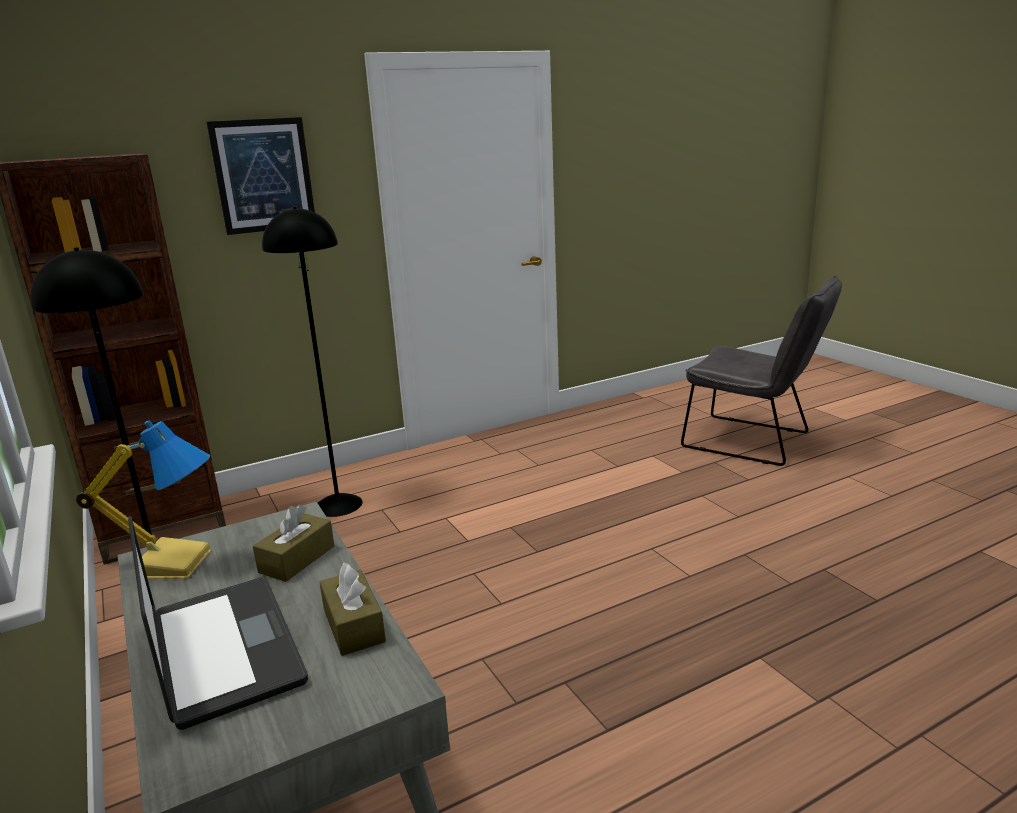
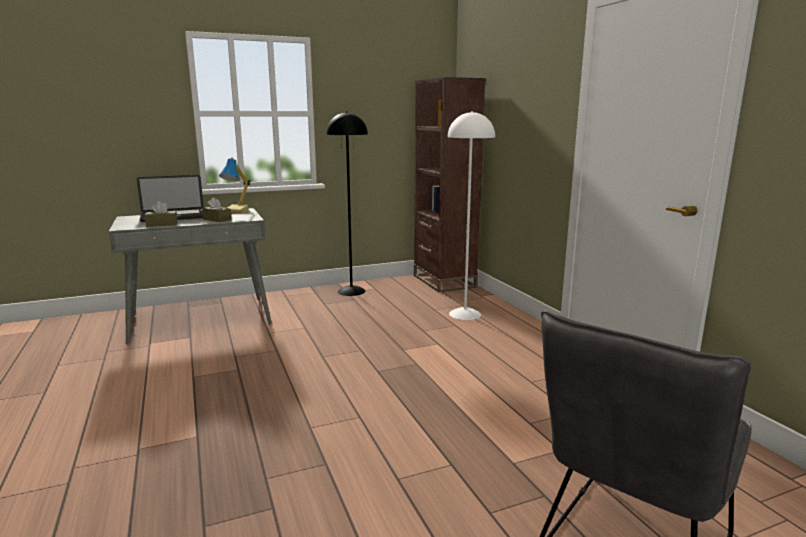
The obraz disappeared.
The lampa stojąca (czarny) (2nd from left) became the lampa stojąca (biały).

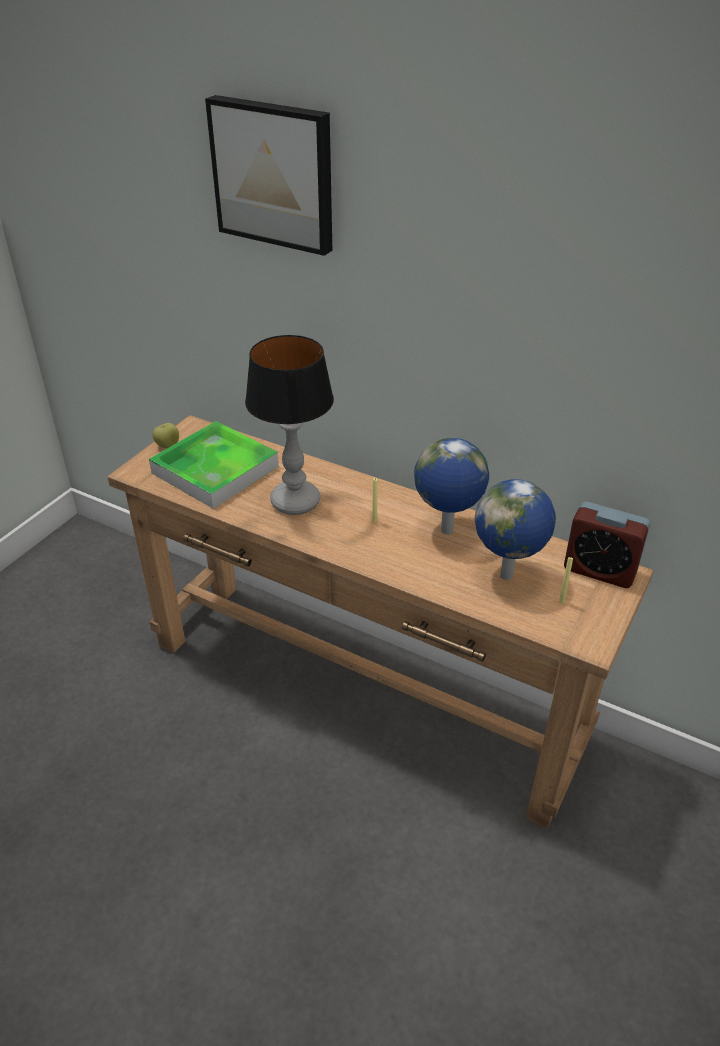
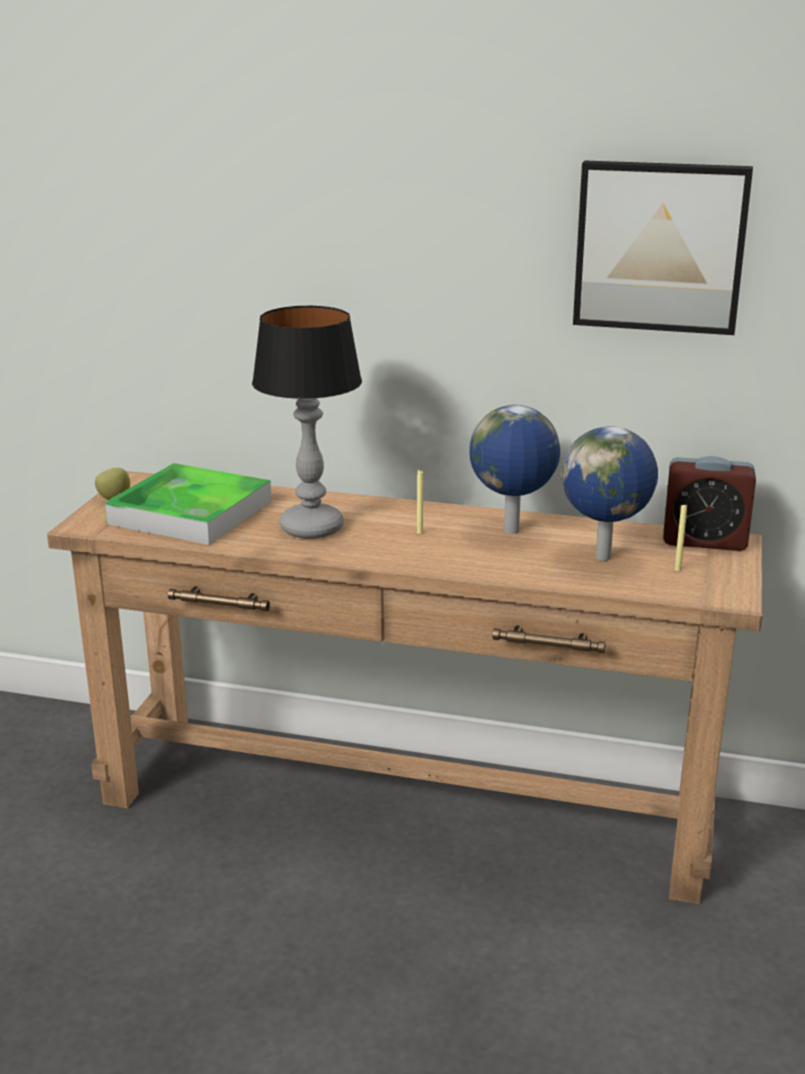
The obraz moved.

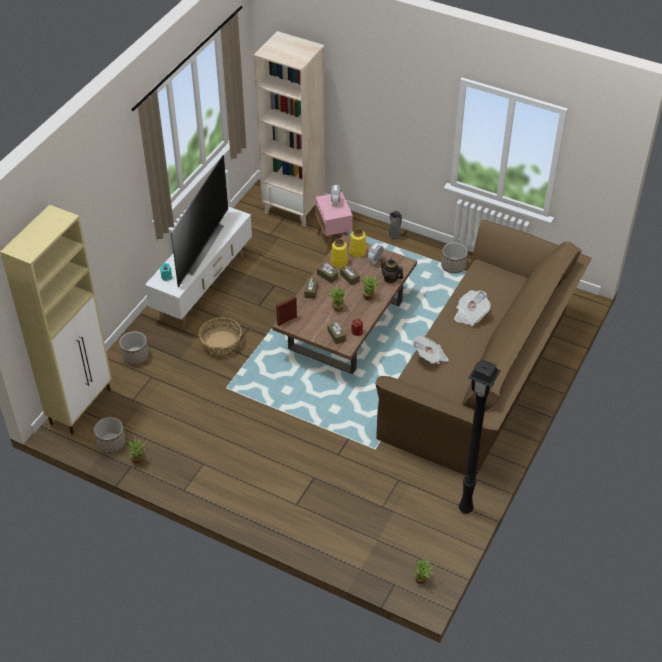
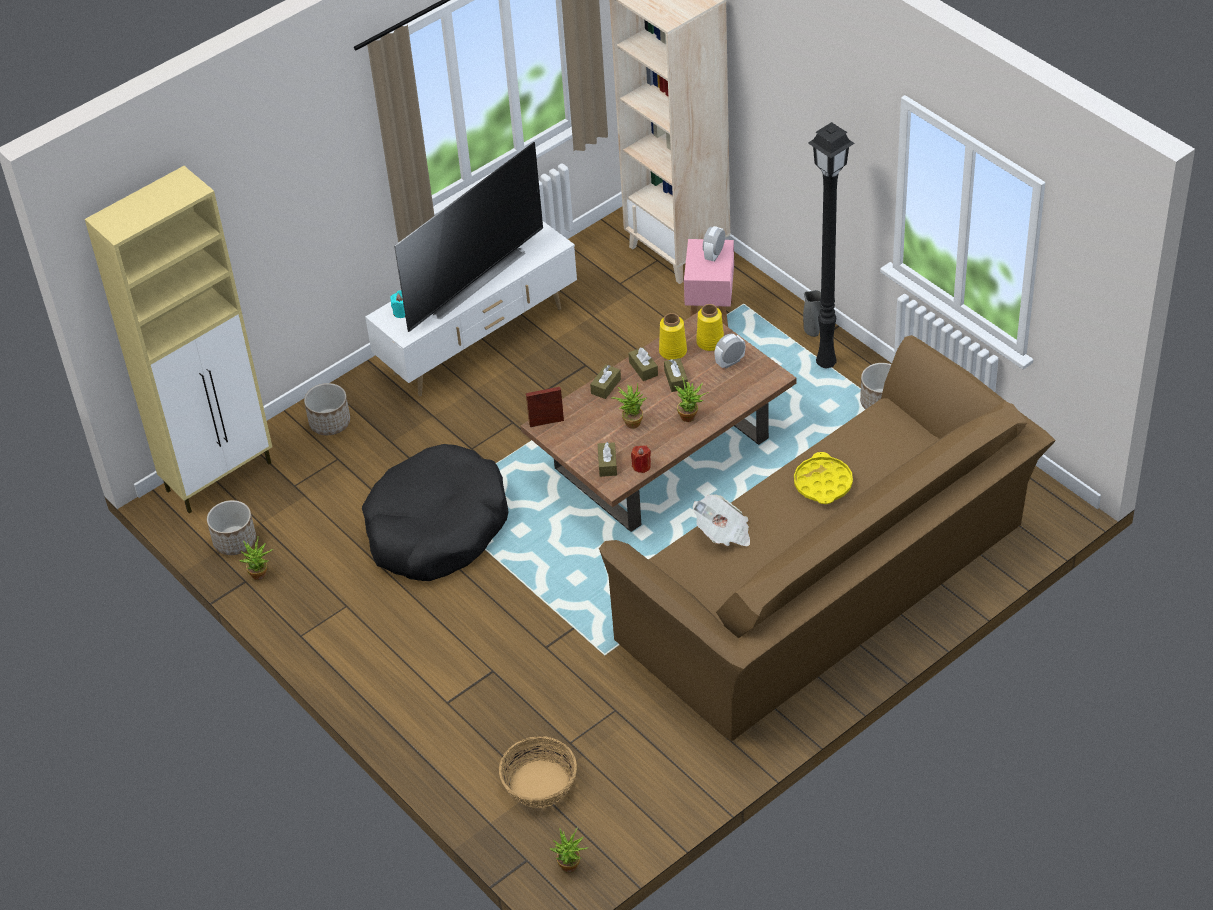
The imbryk disappeared.
The gazeta (2nd from left) was replaced by the taca (żółty).
The koszyk moved.
The lampa stojąca (czarny) moved.
The legowisko (czarny) appeared.

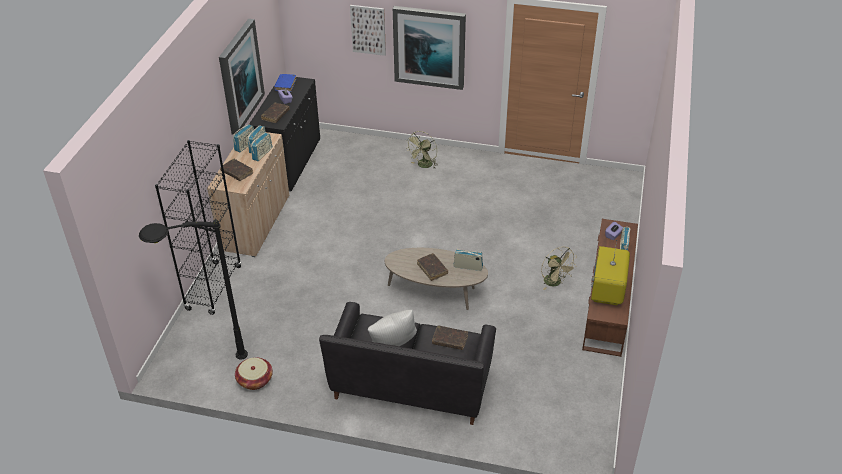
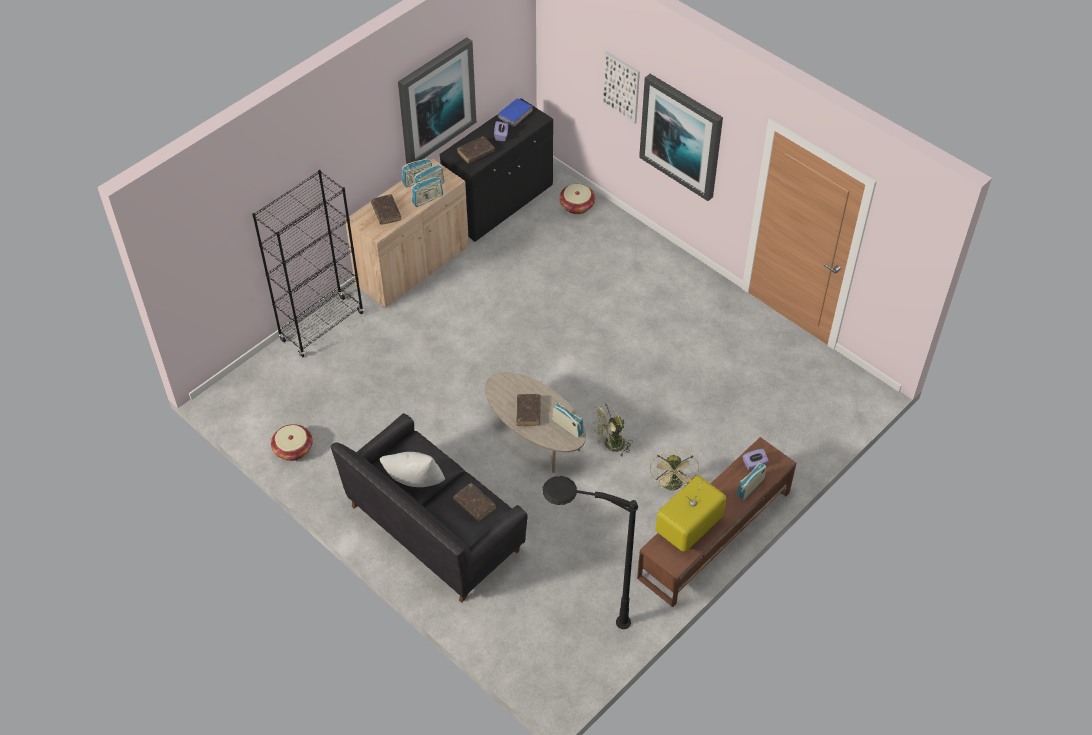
The wentylator (zielony) moved.
The lampa stojąca (czarny) moved.
The koszyk (2nd from left) appeared.

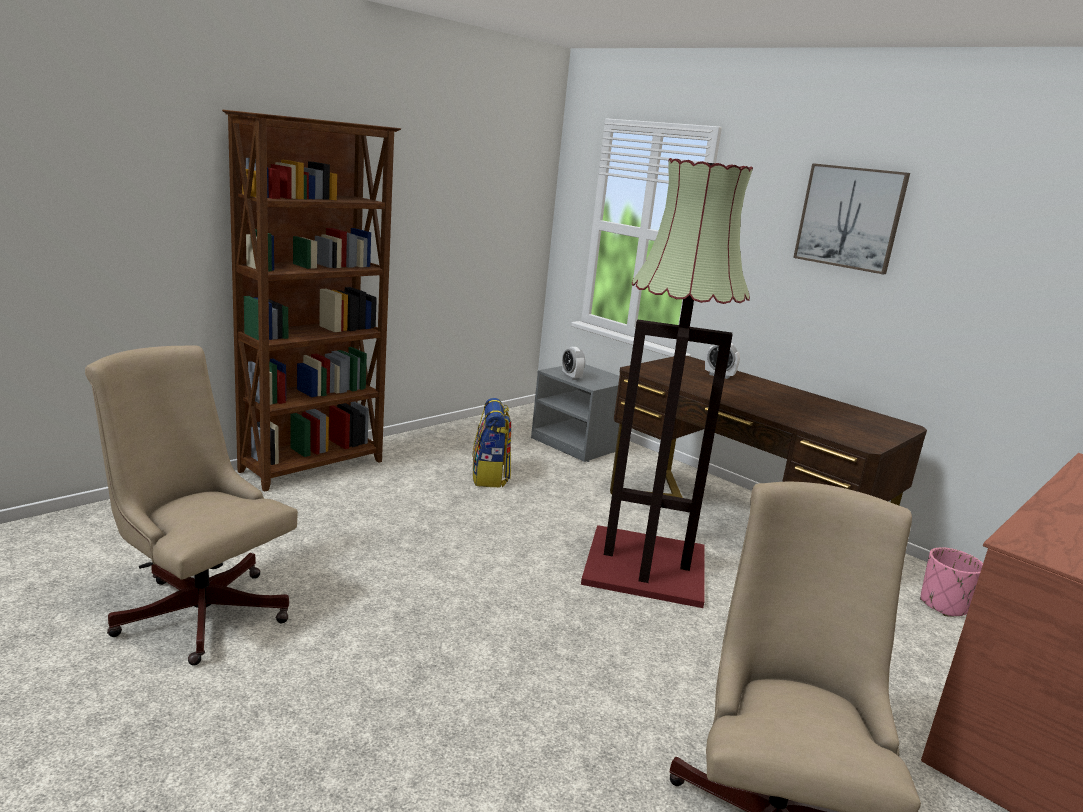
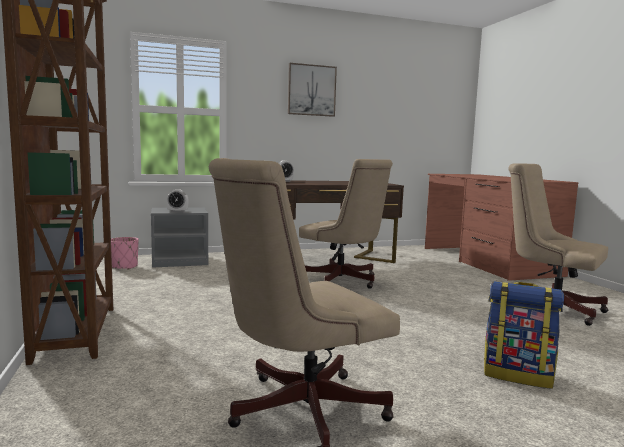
The lampa stojąca was replaced by the krzesło biurowe (beżowy) (2nd from left).
The plecak moved.
The donica (różowy) moved.

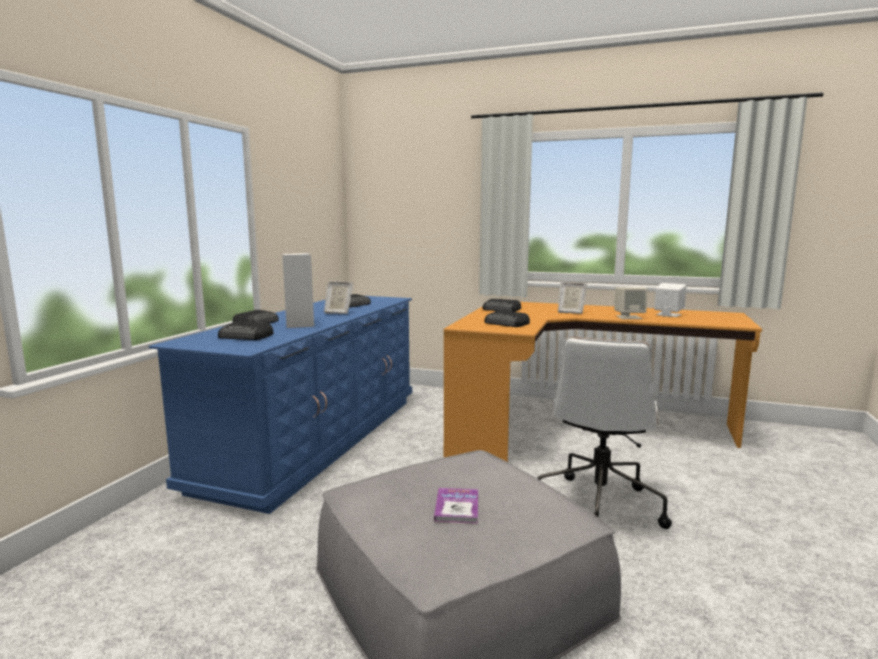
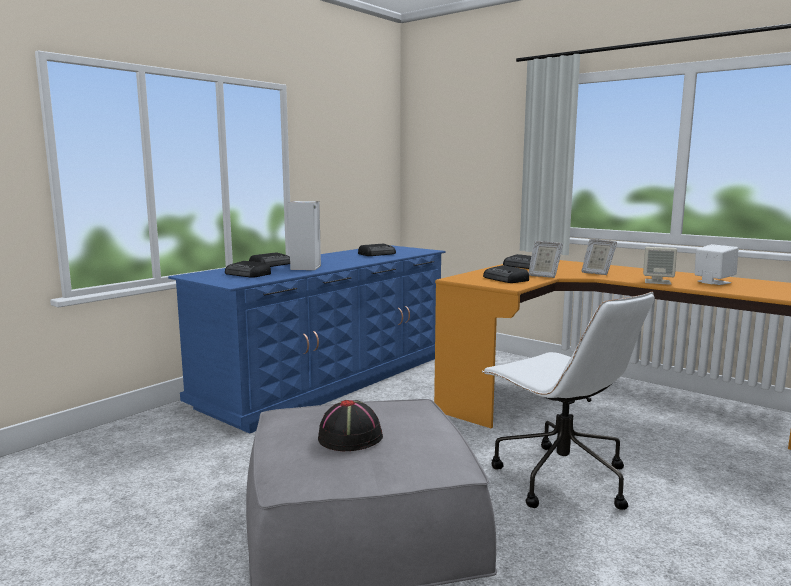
The ramka na zdjęcie (1st from left) moved.
The krzesło biurowe (biały) turned 75 degrees counterclockwise.
The książka was replaced by the kapelusz (czarny).

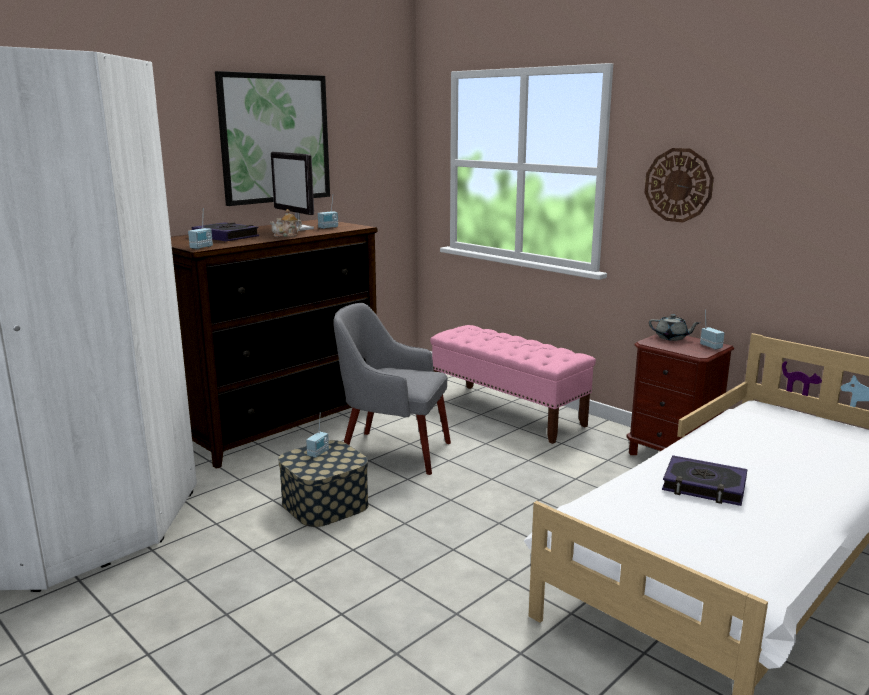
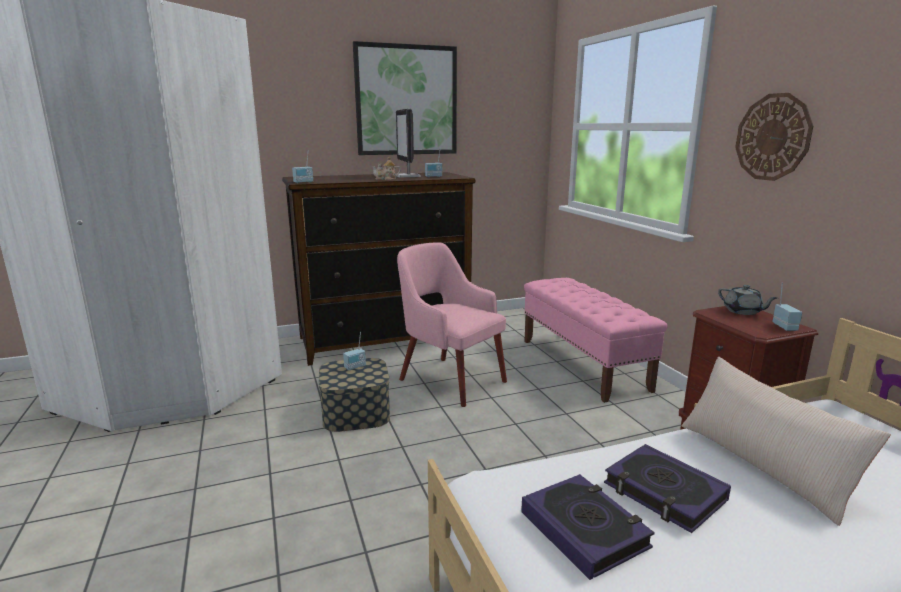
The książka (1st from left) moved.
The fotel (szary) became the fotel (różowy).
The poduszka (beżowy) appeared.

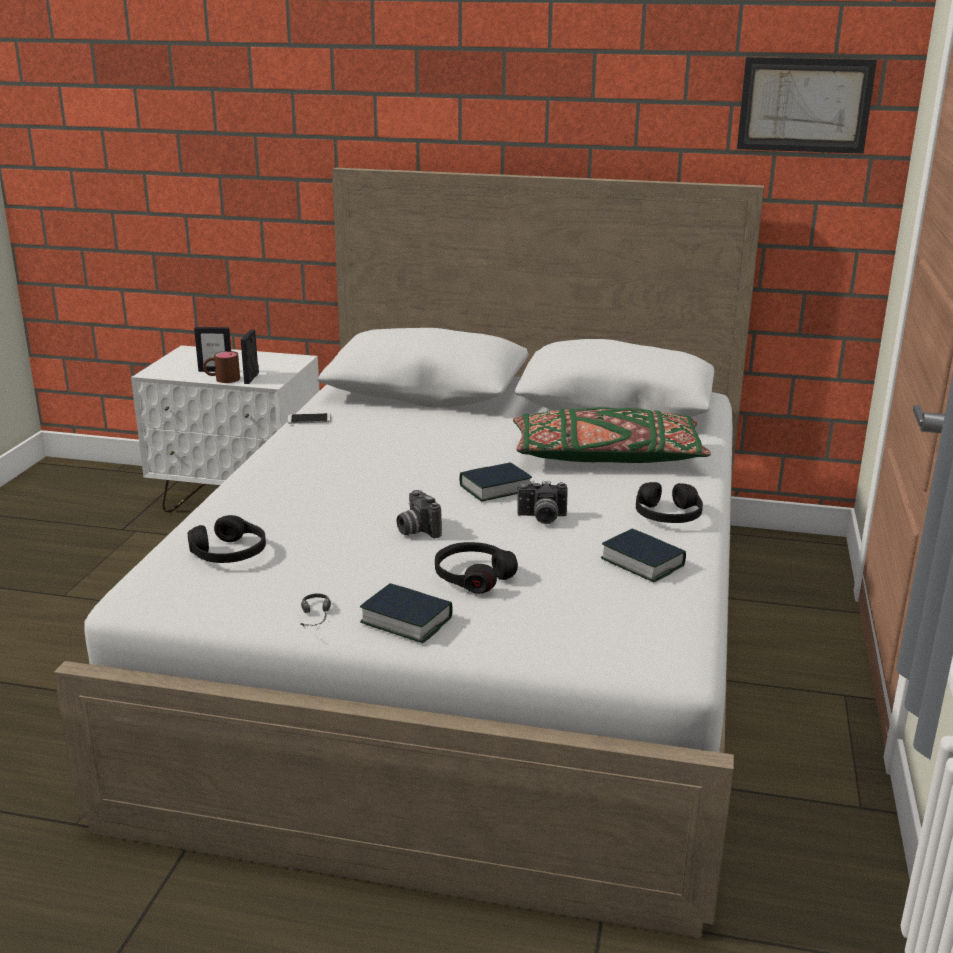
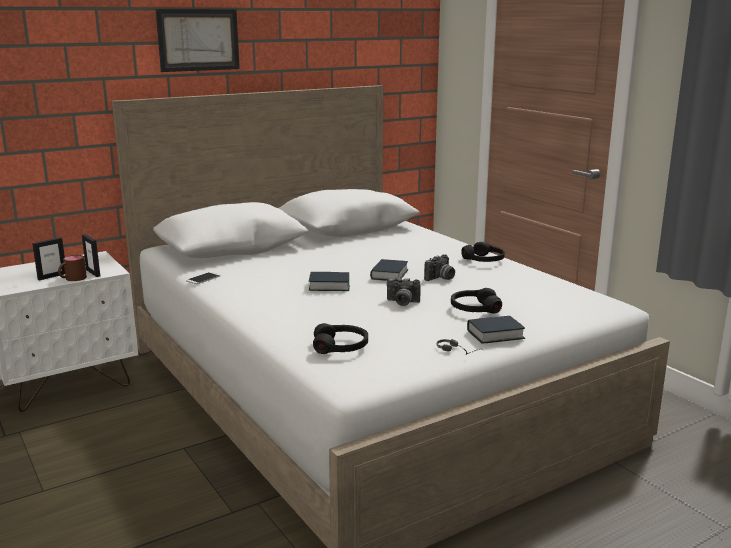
The obraz moved.
The poduszka (zielony) disappeared.
The książka (3rd from left in the first image) moved.

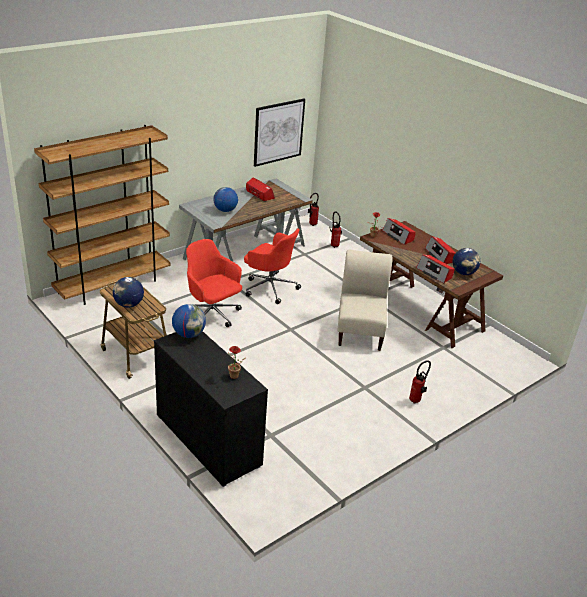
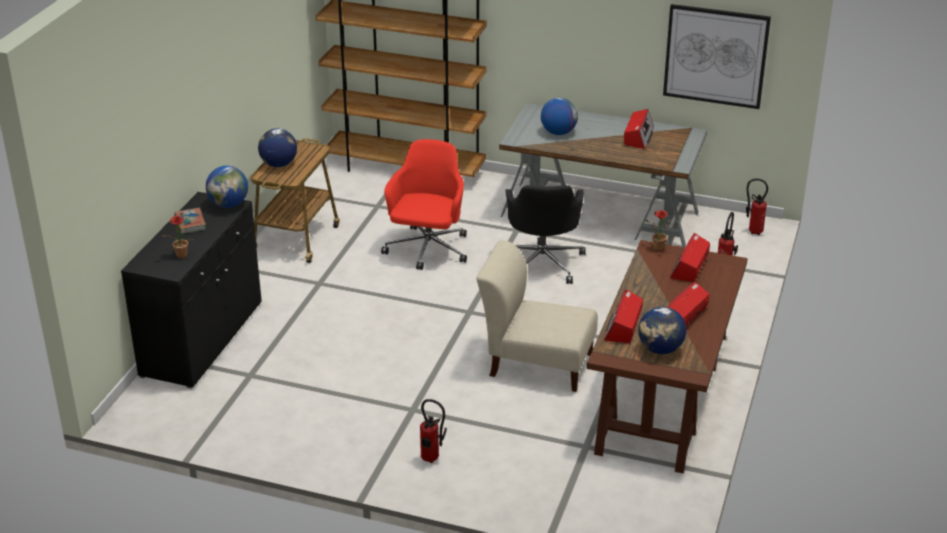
The krzesło biurowe (czerwony) (2nd from left) became the krzesło biurowe (czarny).
The krzesło (beżowy) turned 135 degrees counterclockwise.
The książka appeared.

